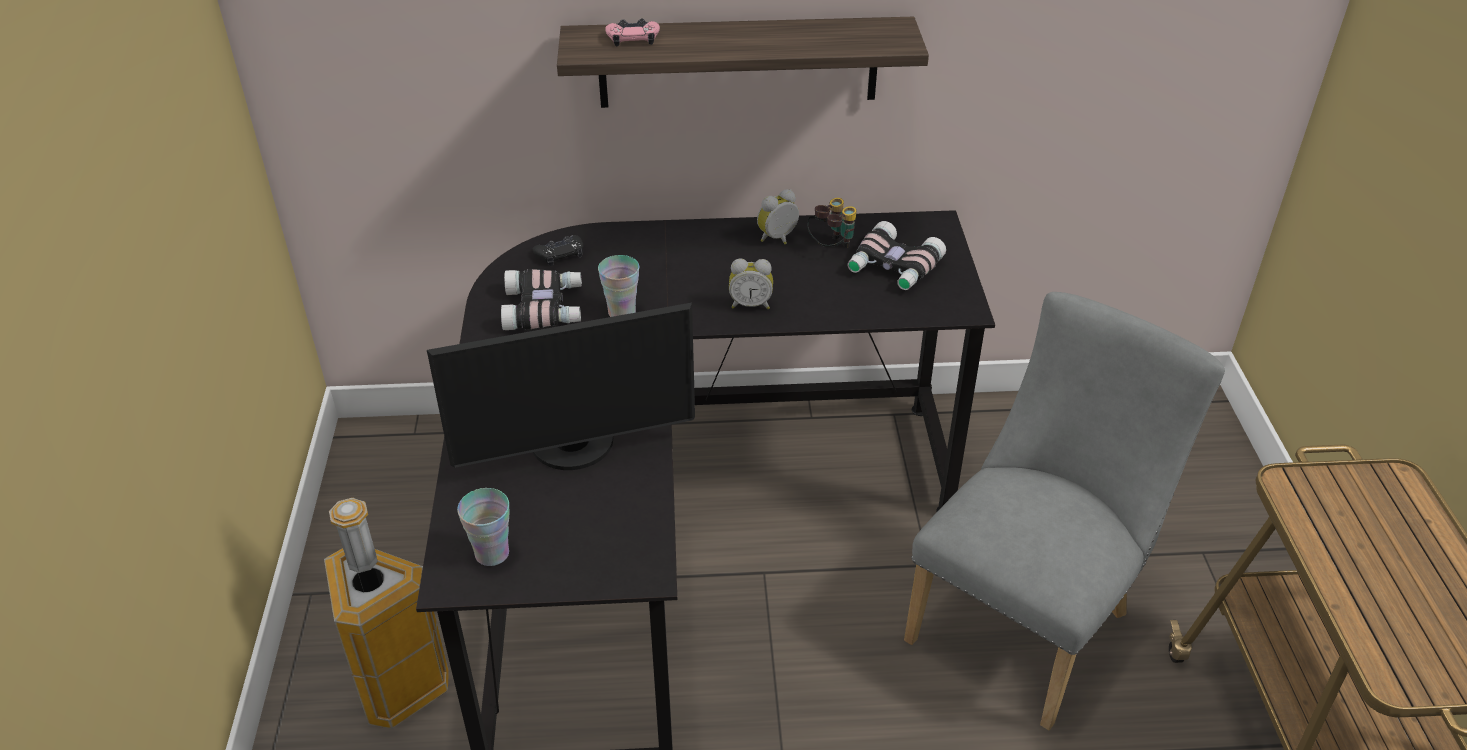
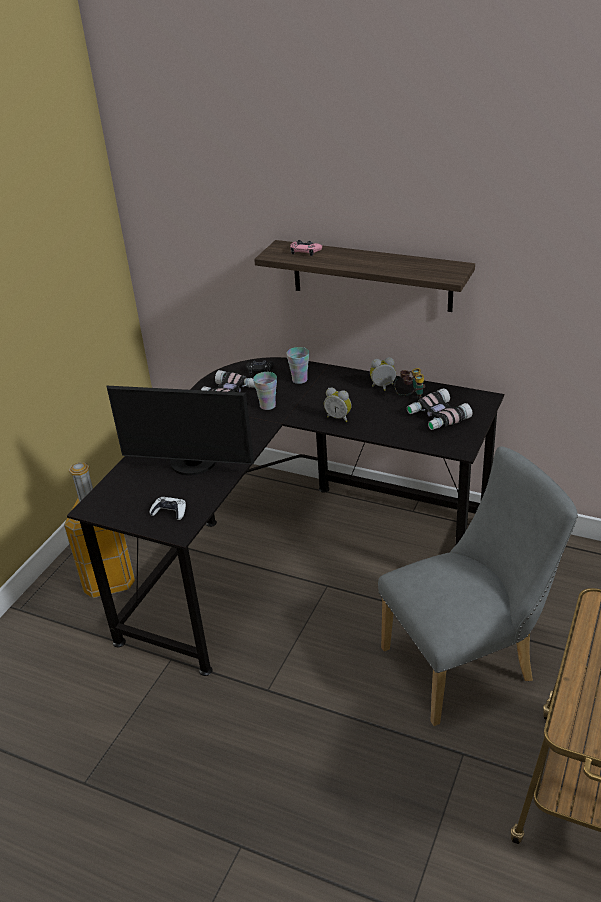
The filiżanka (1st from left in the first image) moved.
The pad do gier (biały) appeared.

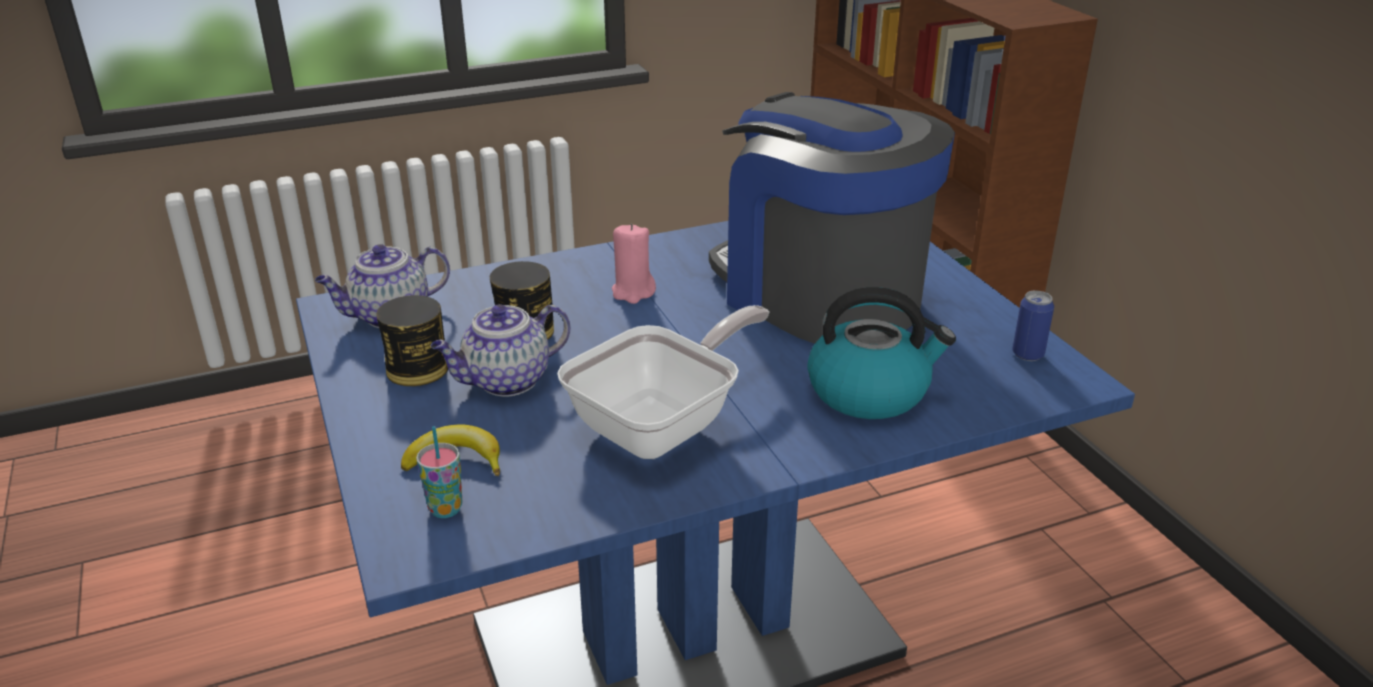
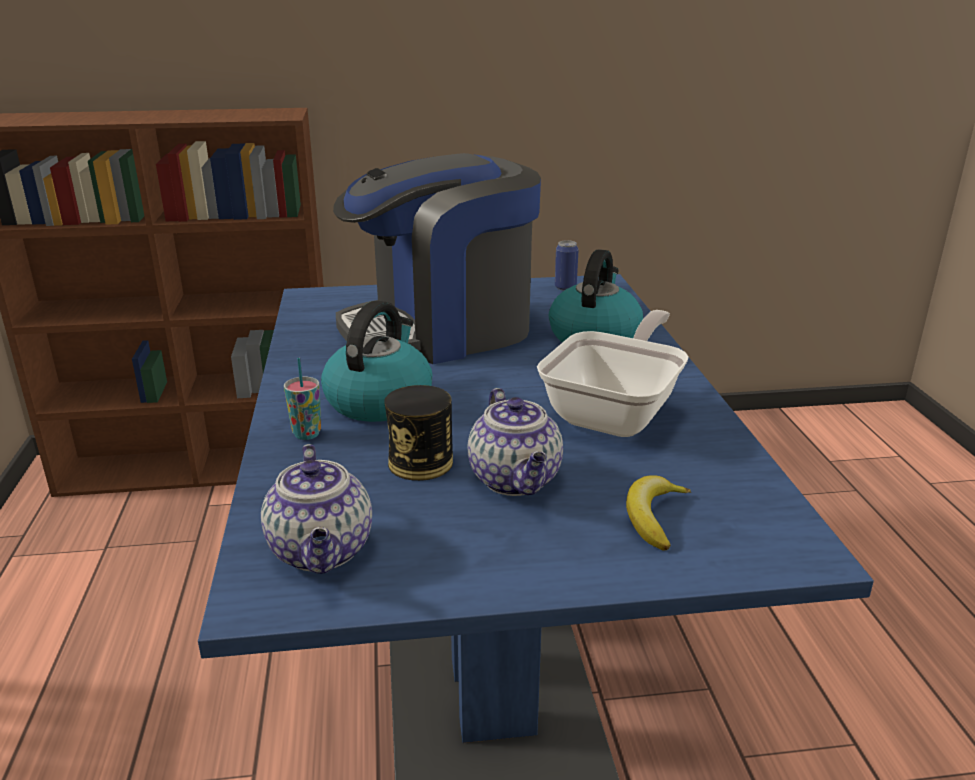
The świeca (różowy) was replaced by the czajnik (1st from left).
The puszka (1st from left) disappeared.
The patelnia turned 60 degrees clockwise.
The filiżanka moved.

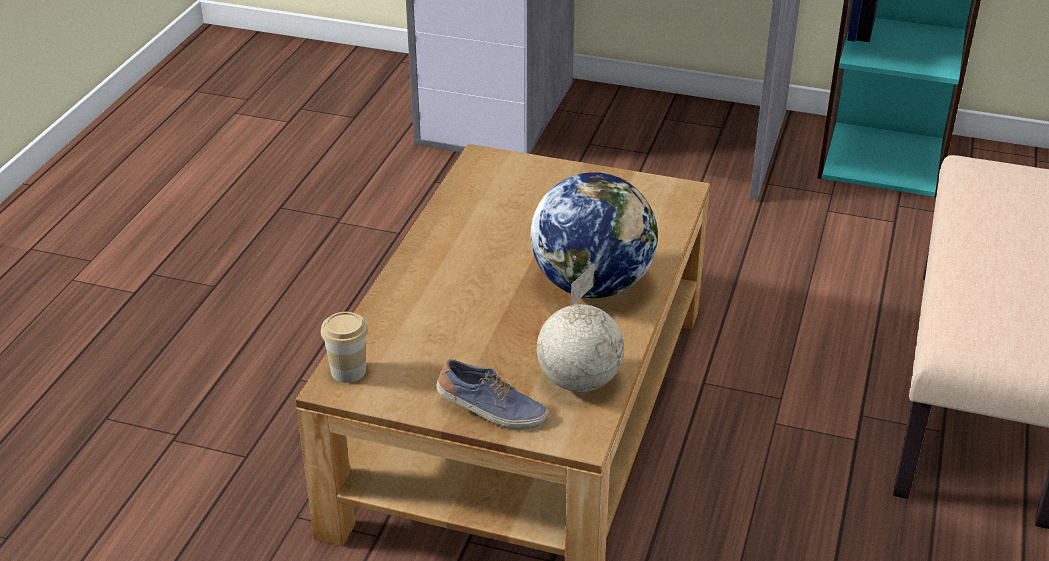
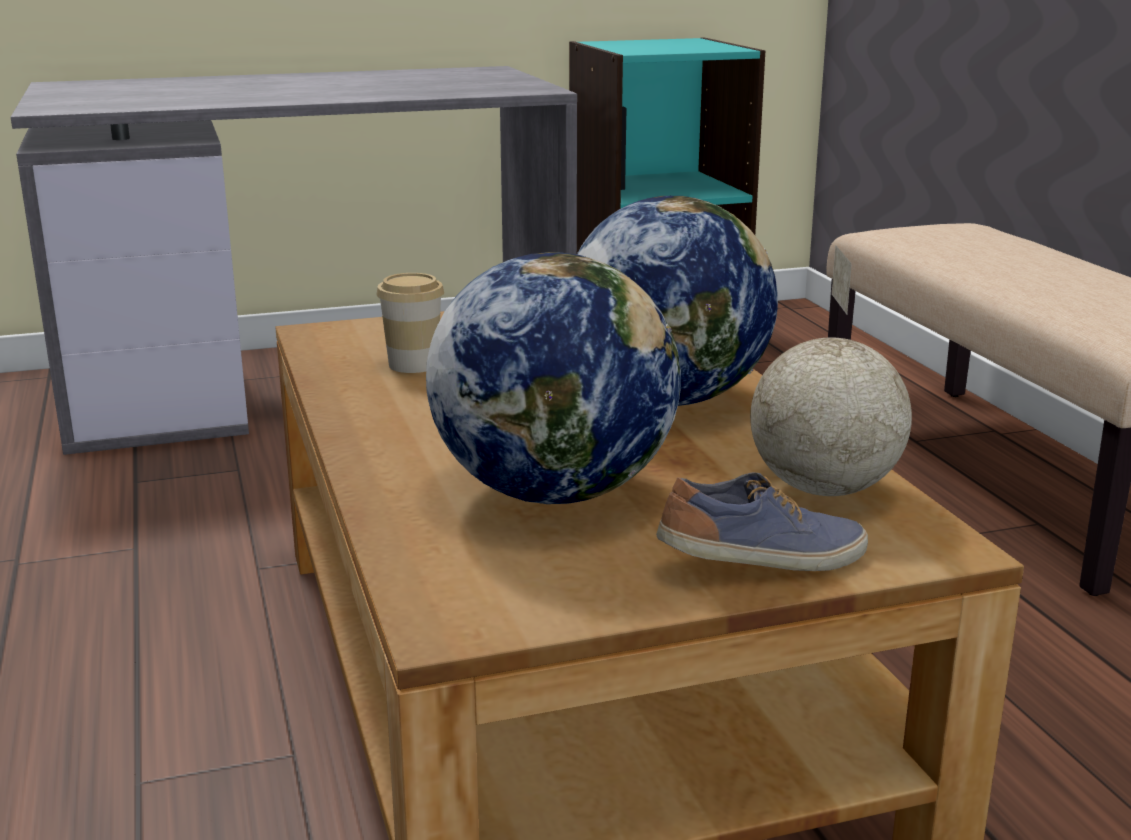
The filiżanka moved.
The globus (1st from left) appeared.

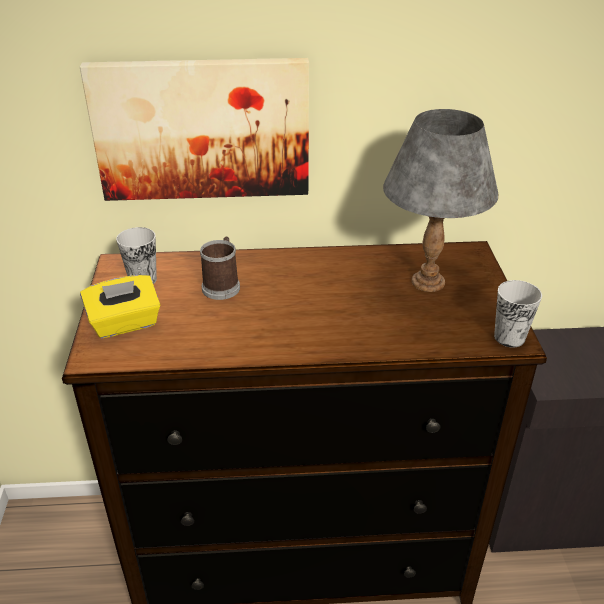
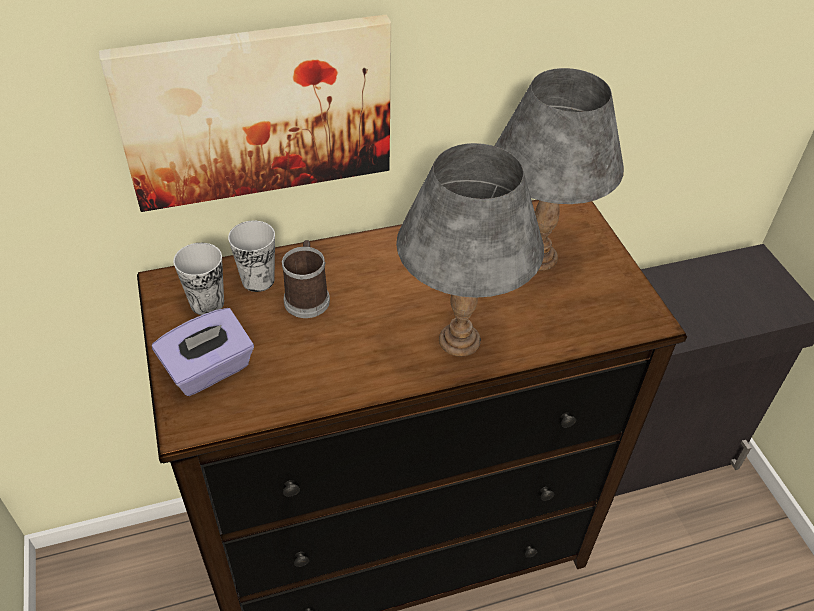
The pudełko chusteczek (żółty) became the pudełko chusteczek (fioletowy).
The filiżanka (2nd from left) moved.
The lampa stołowa (szary) (1st from left) appeared.

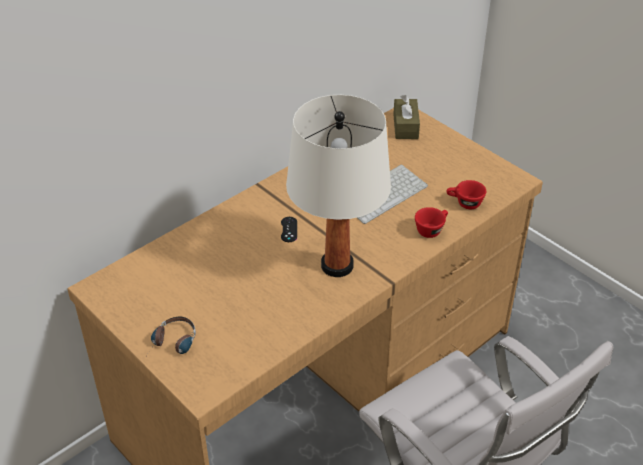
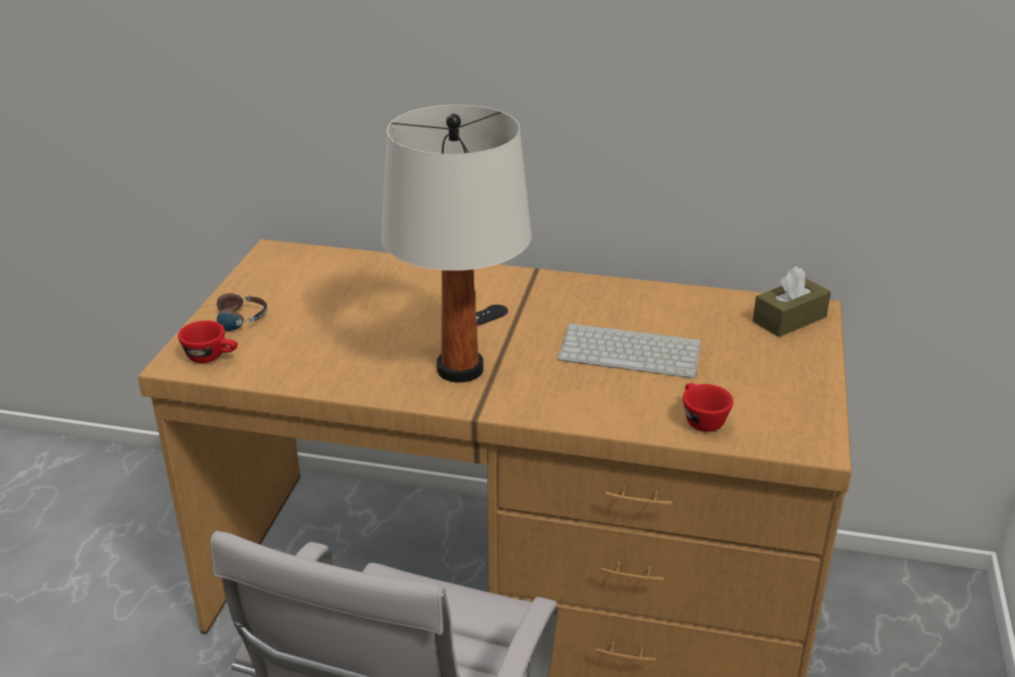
The filiżanka (czerwony) (1st from left) moved.

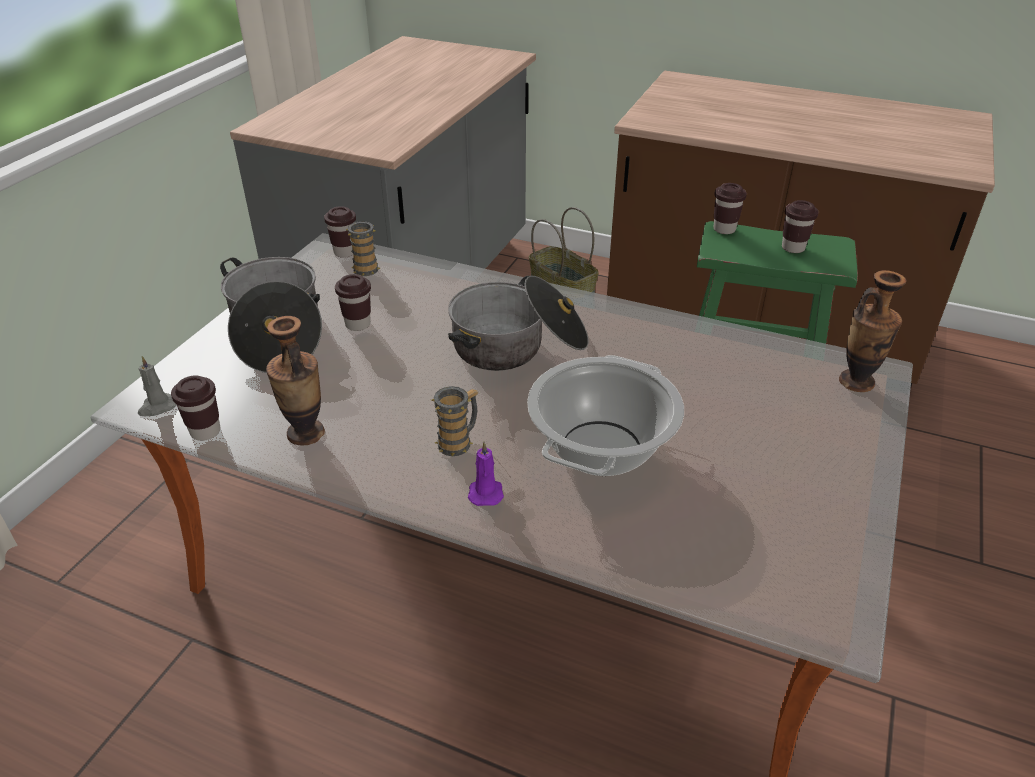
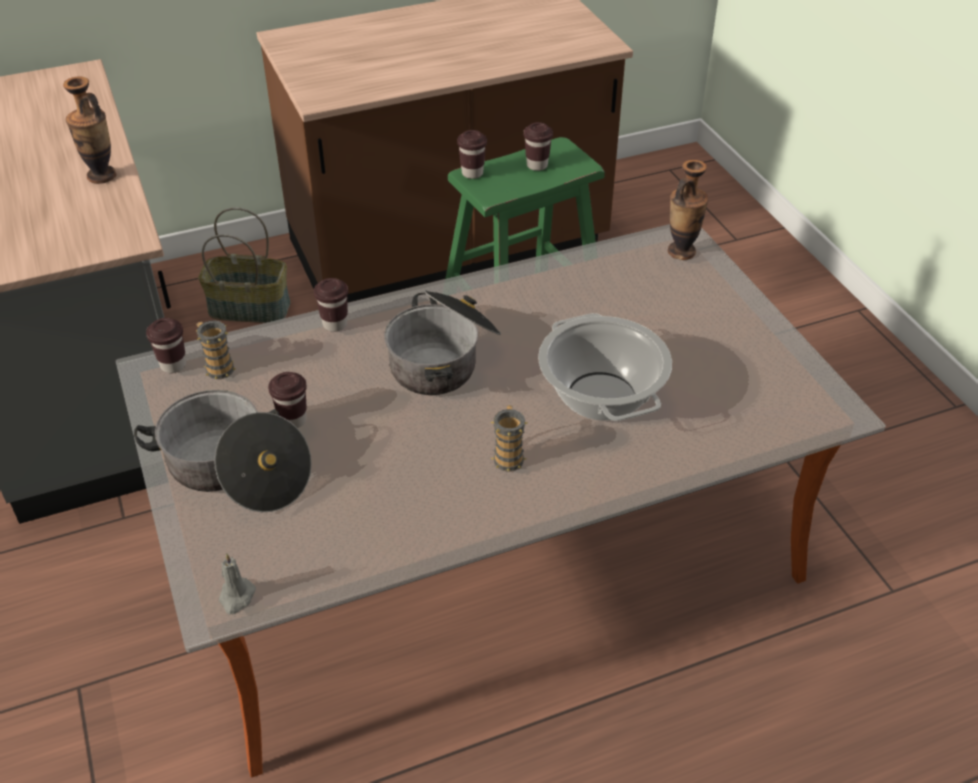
The wazon (1st from left) moved.
The filiżanka (brązowy) (1st from left in the first image) moved.
The świeca (fioletowy) disappeared.

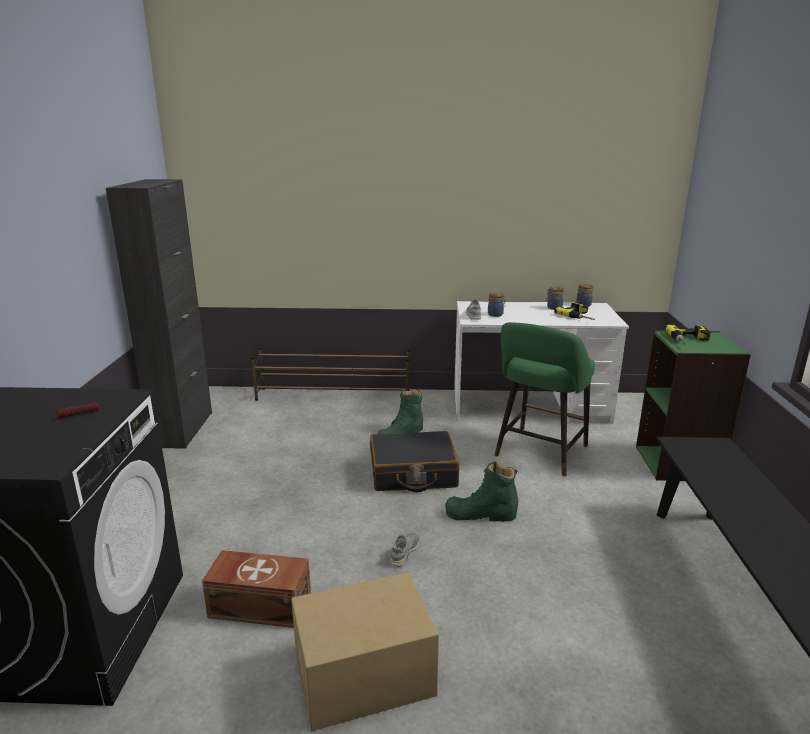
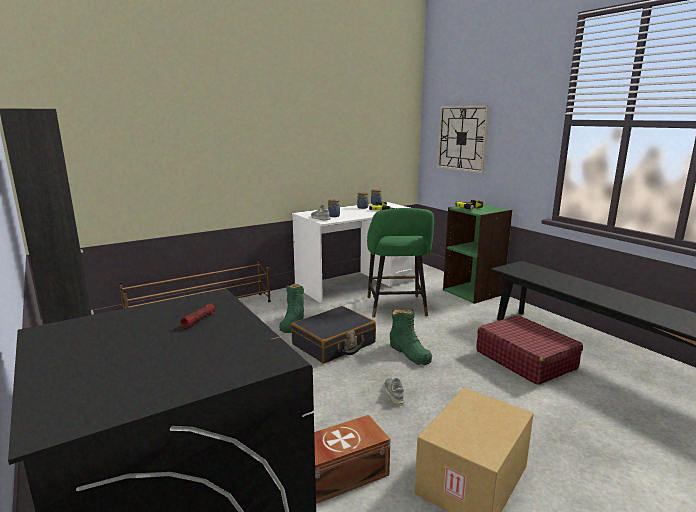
The but z cholewką (zielony) (2nd from left) turned 90 degrees counterclockwise.
The zegar ścienny appeared.
The walizka (czerwony) appeared.

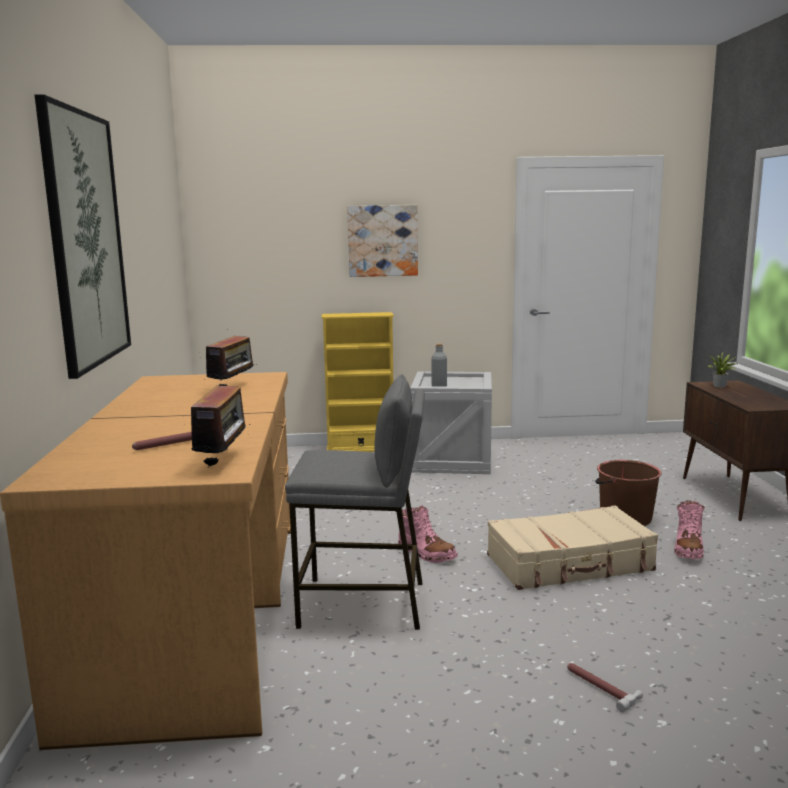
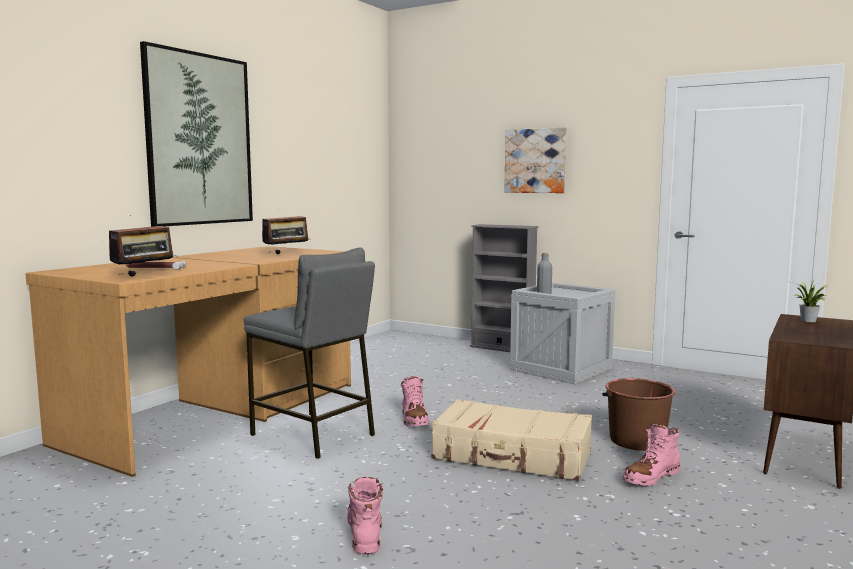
The regał (żółty) became the regał (szary).
The młotek (2nd from left) was replaced by the but z cholewką (różowy) (1st from left).

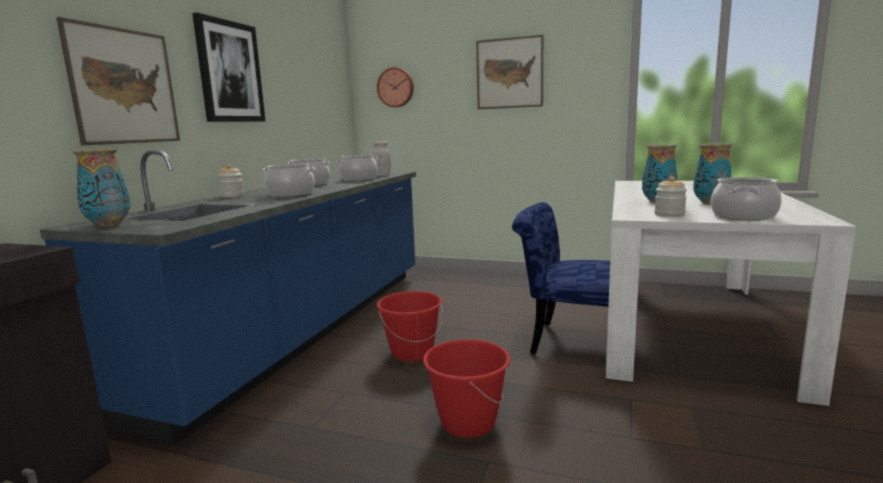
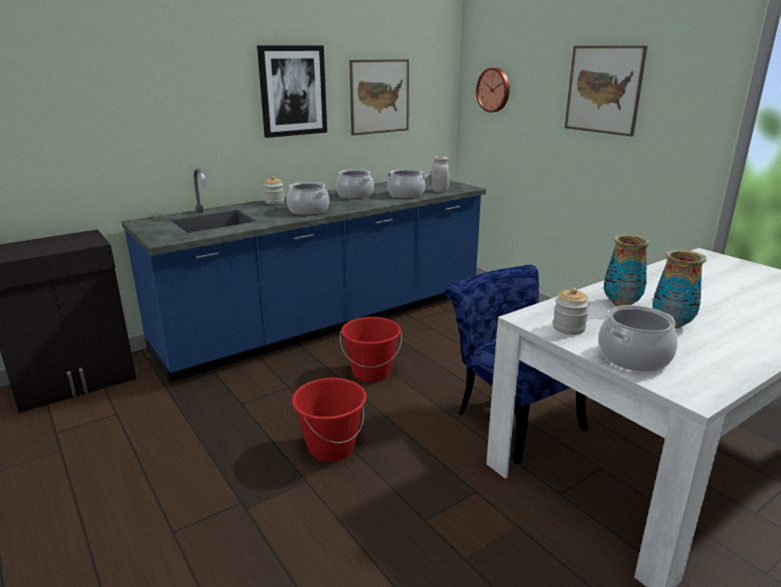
The obraz (1st from left in the first image) moved.
The wazon (1st from left) disappeared.

